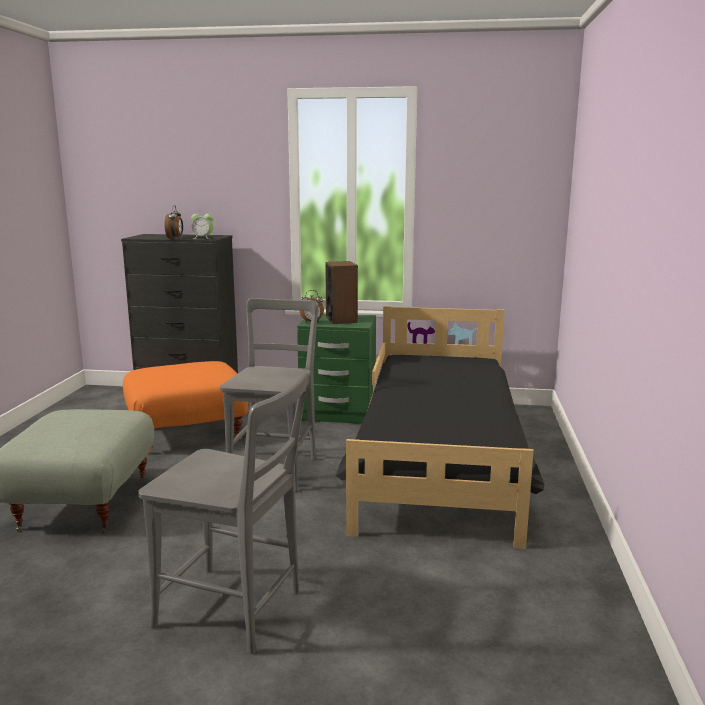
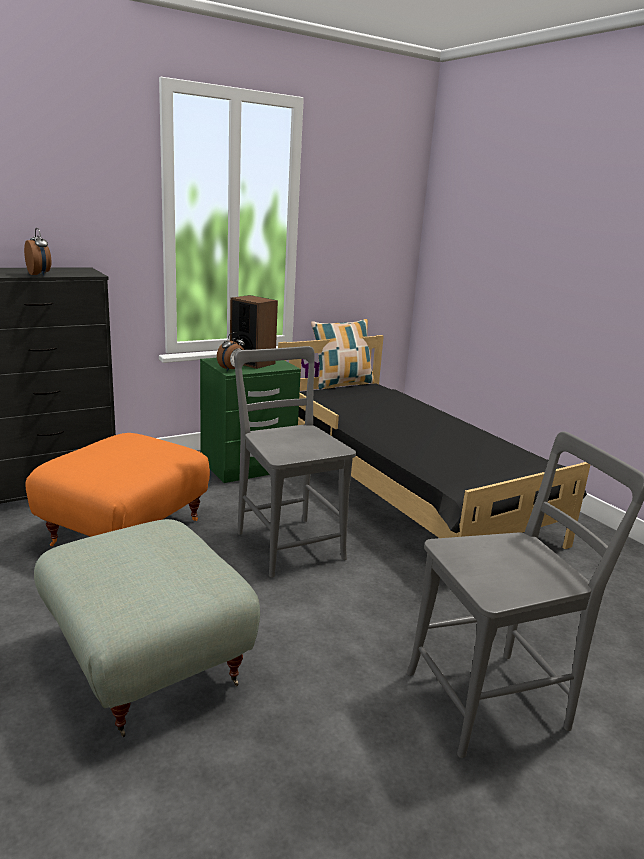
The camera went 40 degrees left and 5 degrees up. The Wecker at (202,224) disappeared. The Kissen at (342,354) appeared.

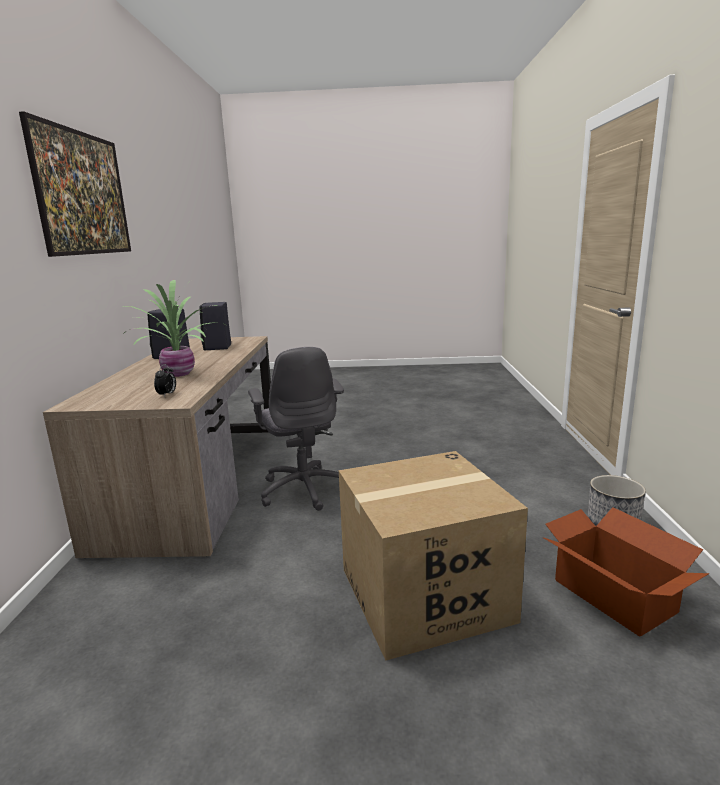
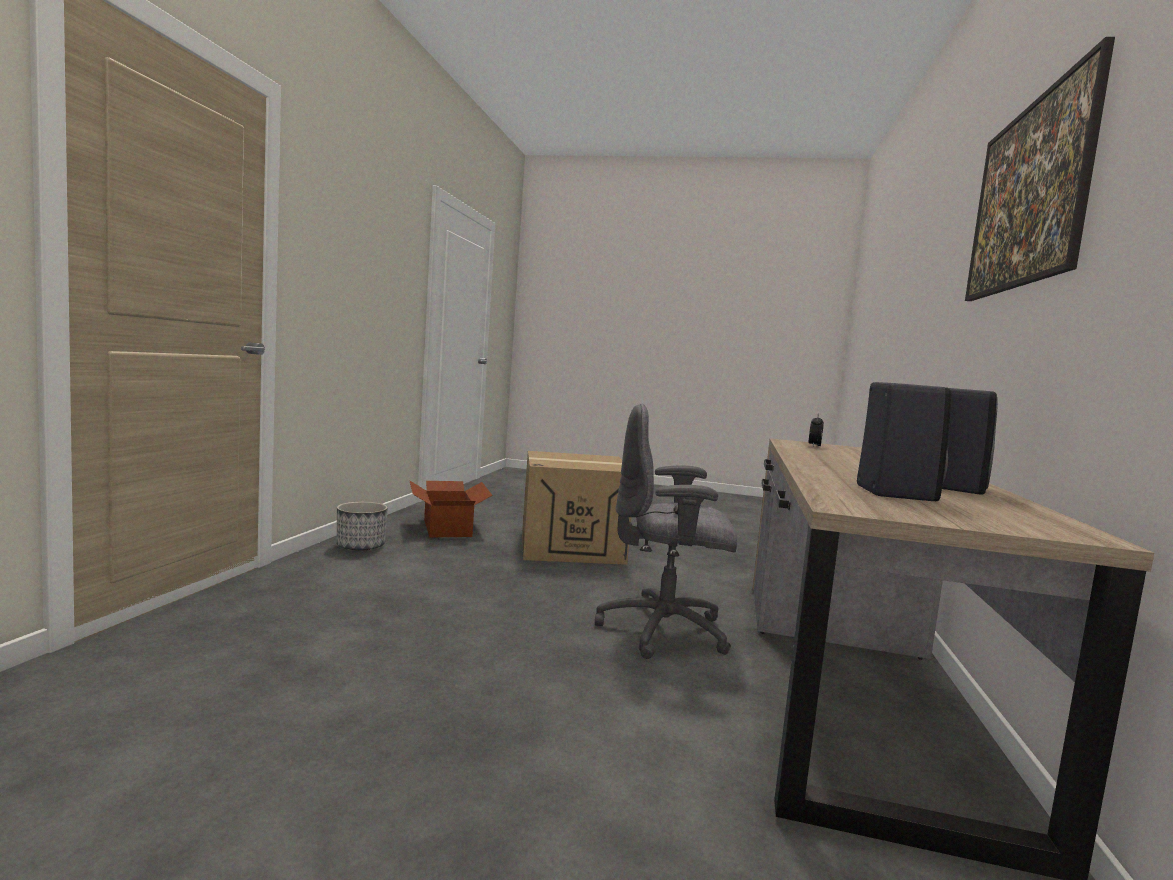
The camera went 170 degrees left and 10 degrees down. The Topfpflanze at (169,328) disappeared. The Bürostuhl/grau at (296,429) turned 75 degrees counterclockwise.

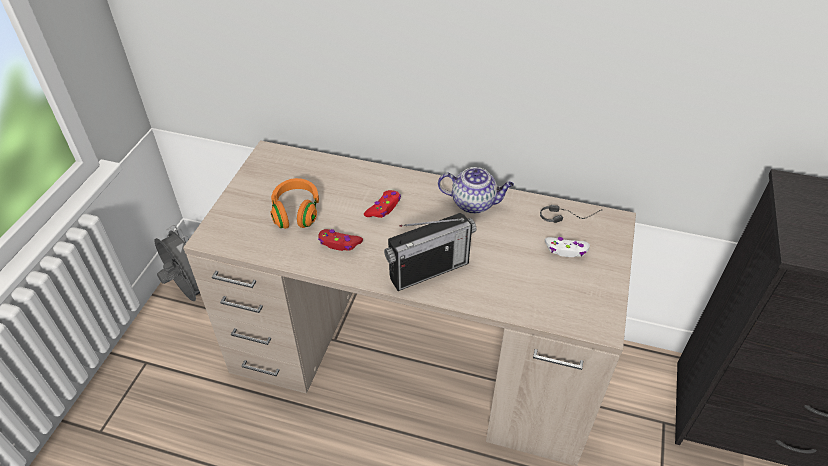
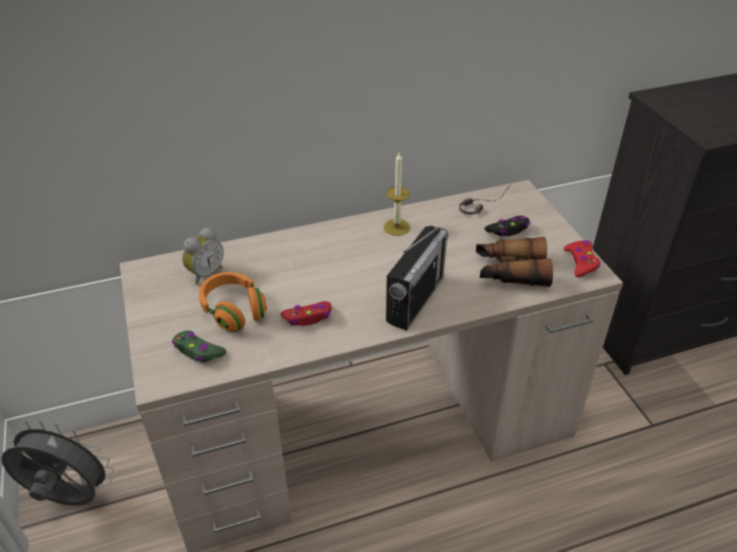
The camera went 35 degrees left and 5 degrees down. The Gamepad/grün at (199,346) appeared. The Wecker at (203,255) appeared. The Fernglas at (514,262) appeared. The Gamepad/rot moved from (382,204) to (582,258). The Teekanne at (476,190) was replaced by the Kerze at (397,194). The Gamepad/weiß at (567,247) became the Gamepad/schwarz at (507,226).

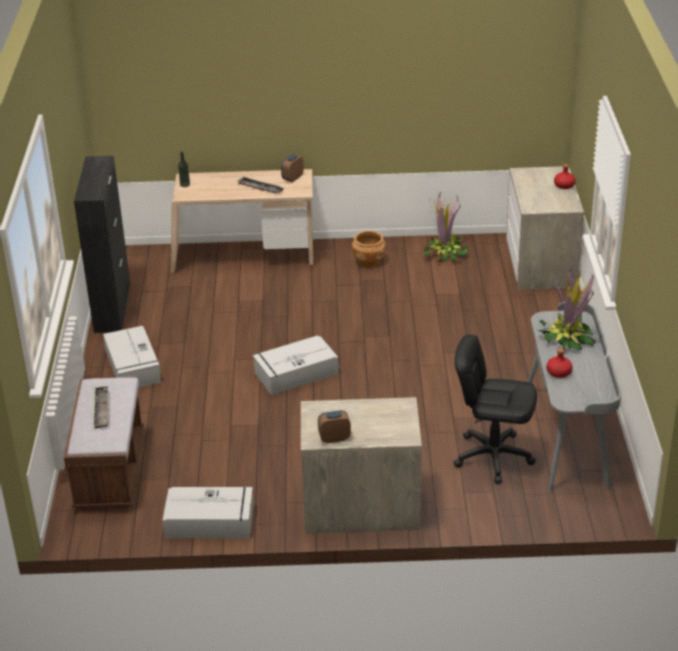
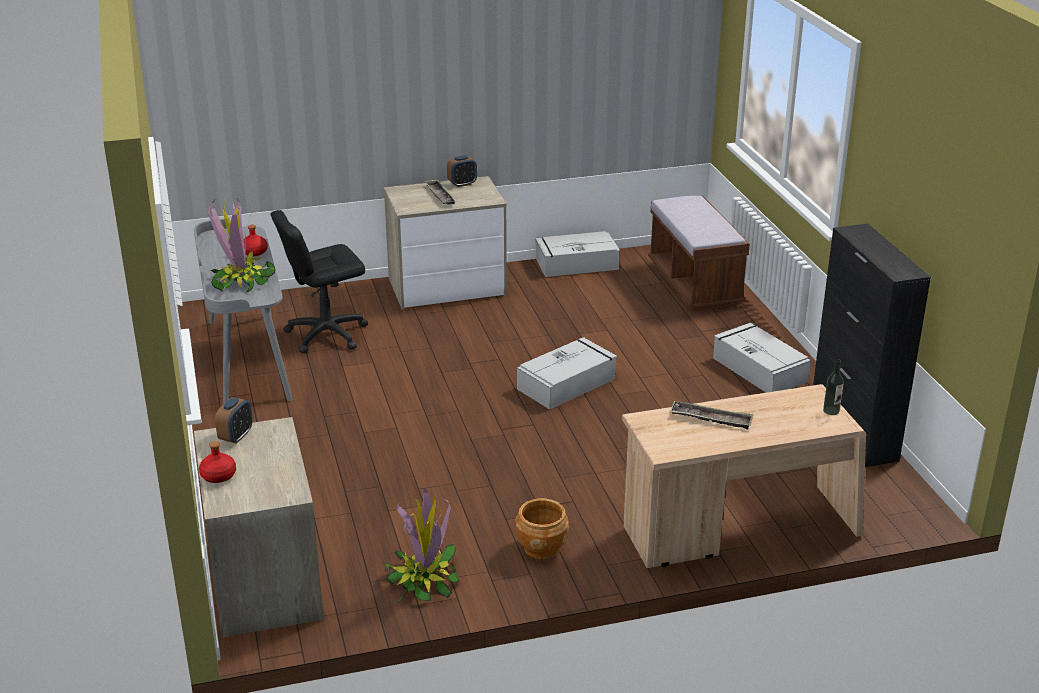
The camera went 165 degrees right and 5 degrees down. The Tablett moved from (100,407) to (440,191). The Wecker moved from (292,168) to (234,420). The Bürostuhl/schwarz at (495,409) turned 150 degrees clockwise.

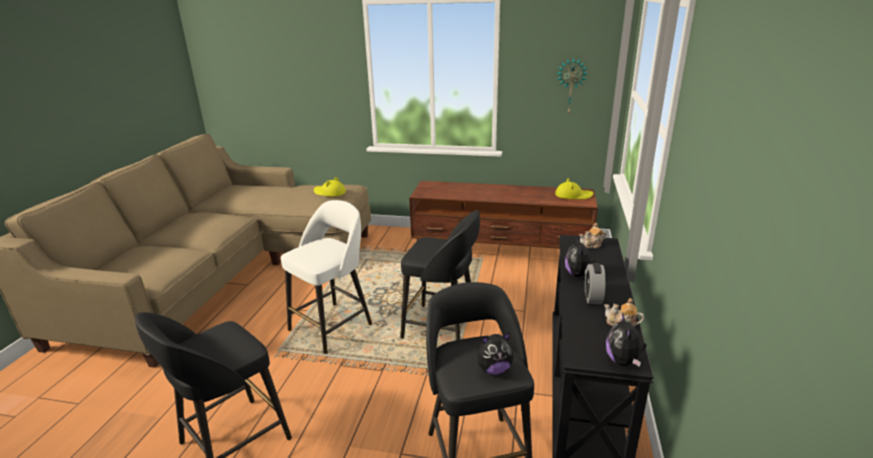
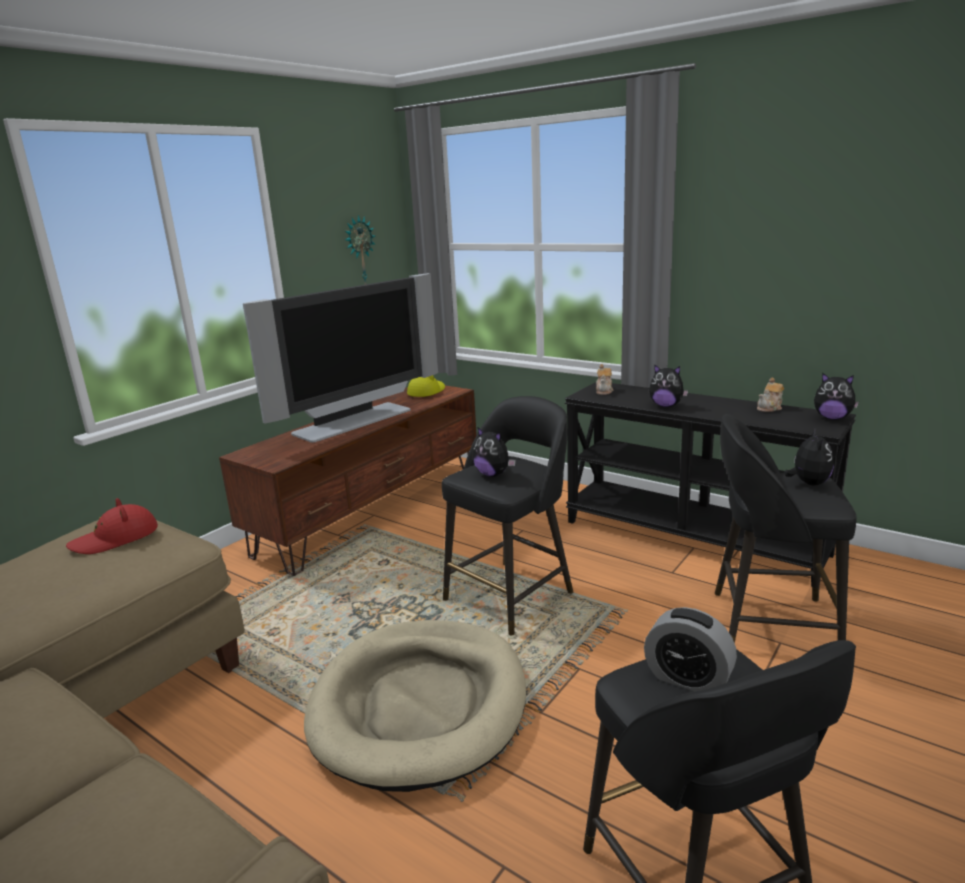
The camera went 65 degrees left and 5 degrees down. The Fernseher at (340,358) appeared. The Plüschtier at (494,452) appeared. The Wecker moved from (595,283) to (690,649). The Hocker/weiß at (326,277) was replaced by the Hundebett/beige at (415,706). The Hut/gelb at (330,187) became the Hut/rot at (112,526).

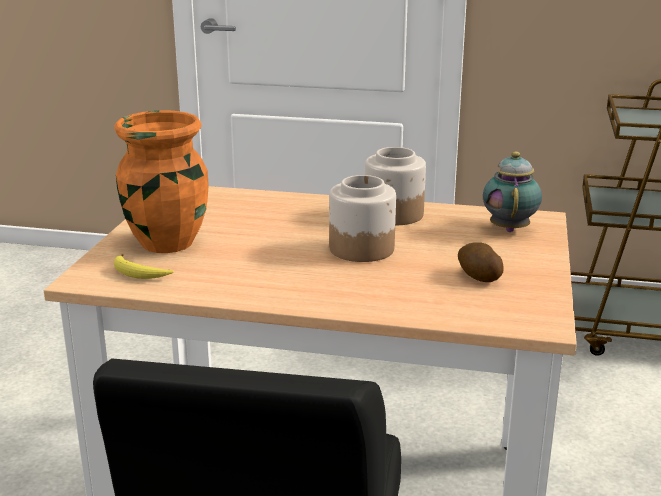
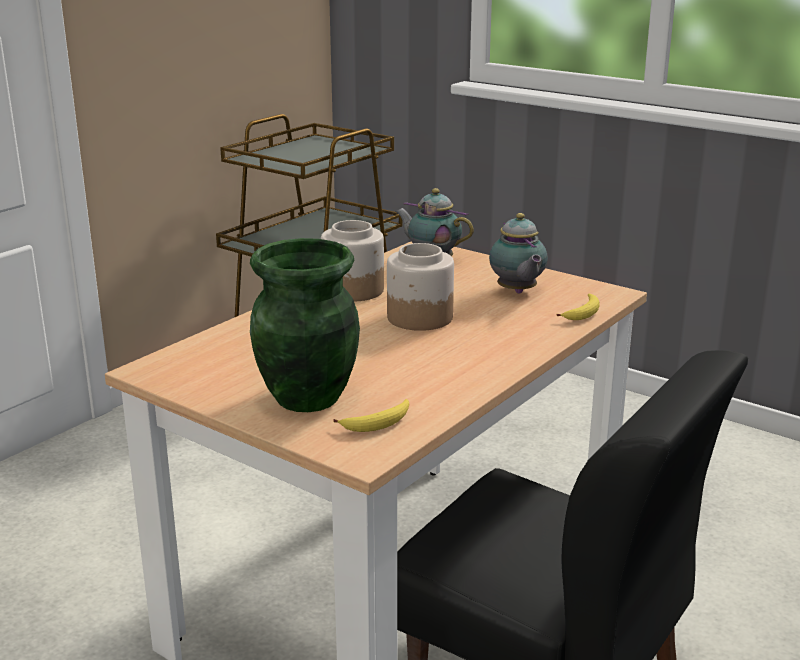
The camera went 65 degrees left and 0 degrees up. The Banane at (578,306) appeared. The Kartoffel at (481,262) was replaced by the Teekanne at (518,253). The Vase/orange at (162,181) became the Vase/grün at (305,325).

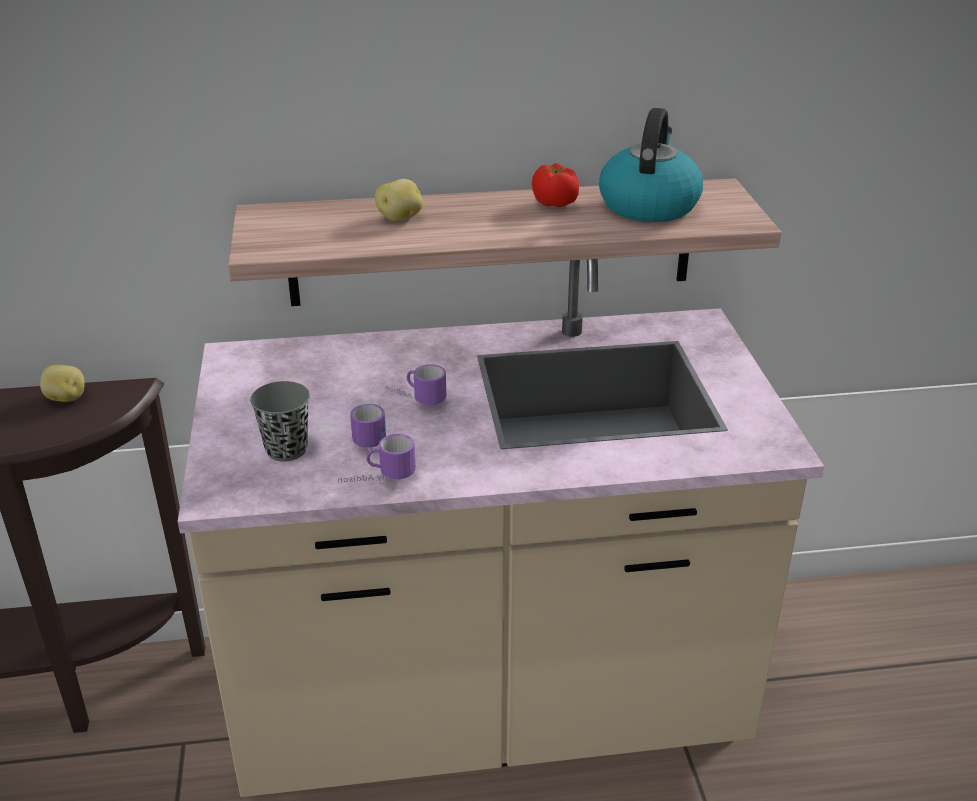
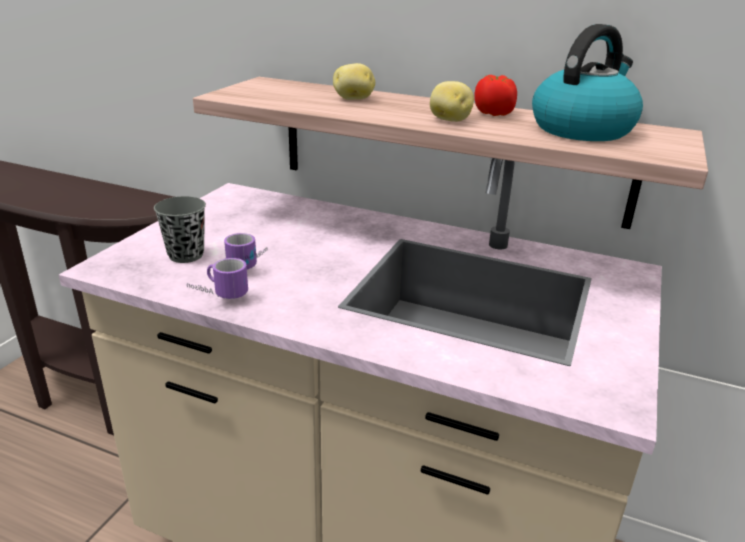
The camera went 30 degrees right and 5 degrees down. The Henkelbecher at (415,384) disappeared. The Kartoffel moved from (62,383) to (452,101).

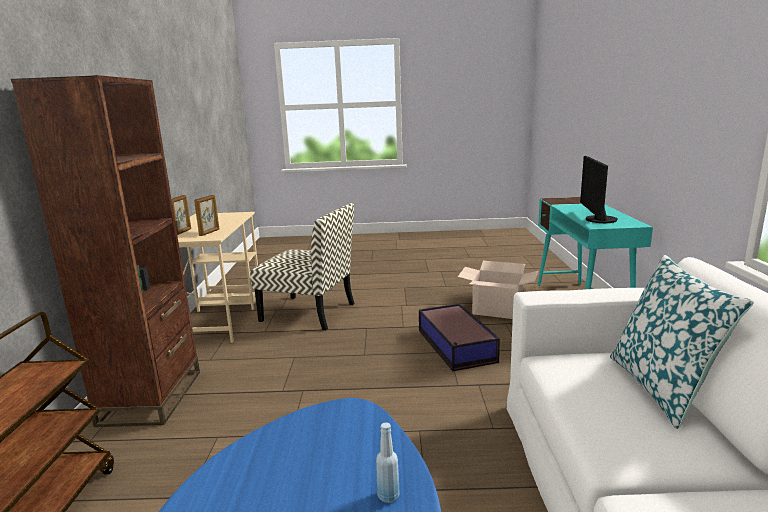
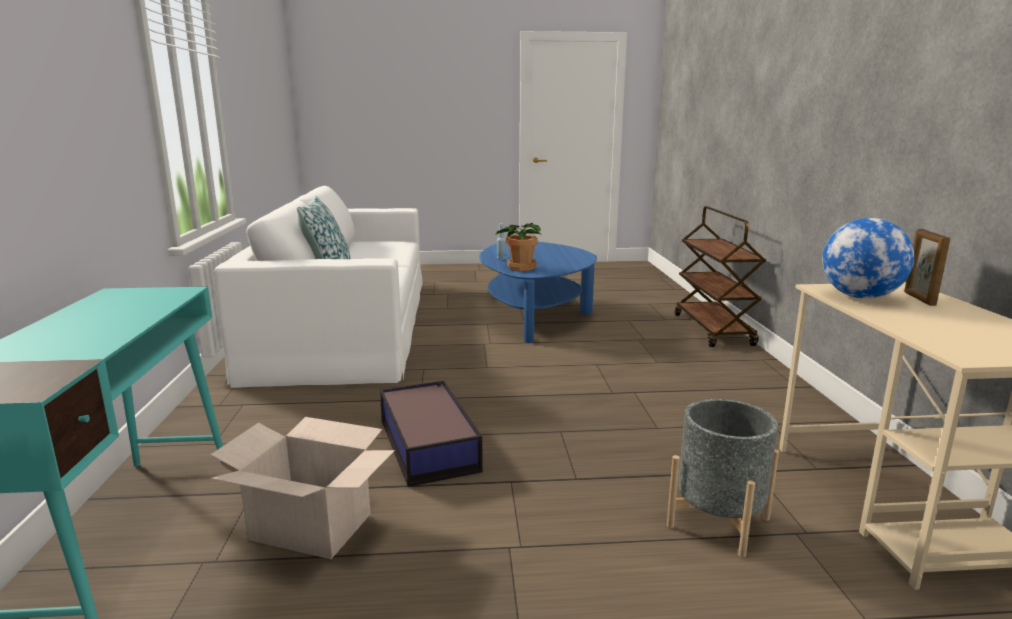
The camera went 175 degrees right and 0 degrees up. The Bücherregal/braun at (105,251) disappeared. The Monitor at (599,189) disappeared. The Topfpflanze at (518,247) appeared. The Bilderrahmen at (206,215) was replaced by the Globus at (868,258). The Stuhl at (302,266) was replaced by the Pflanzkübel/grau at (723,478).

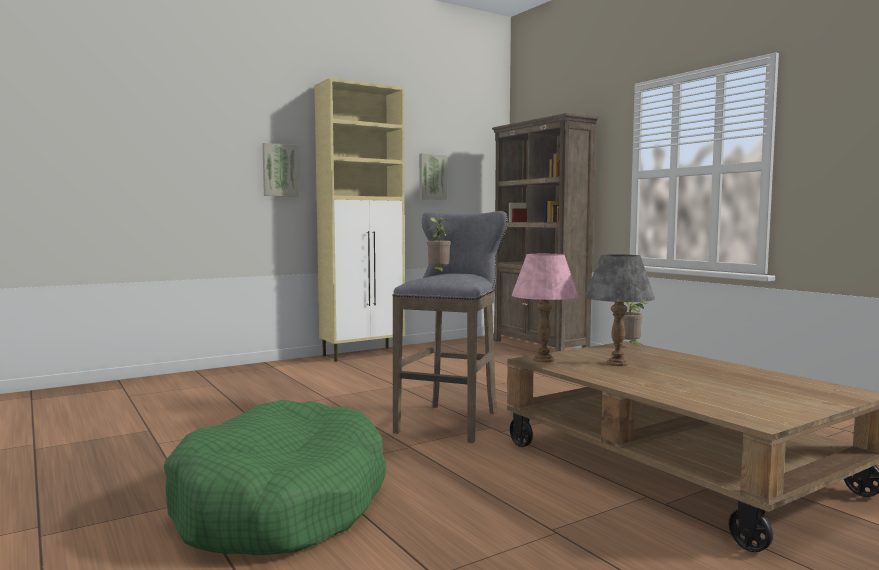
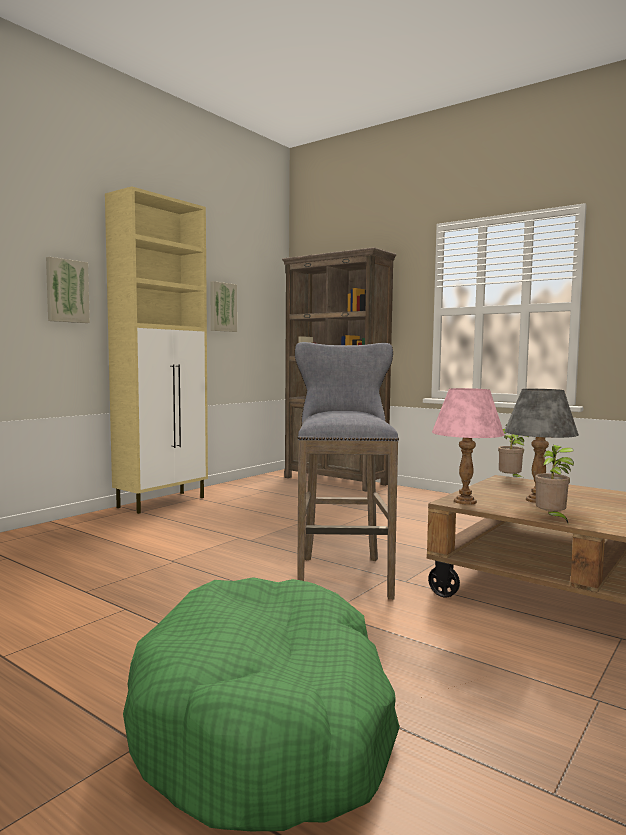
The camera went 20 degrees left and 0 degrees up. The Topfpflanze moved from (439,245) to (554,484).

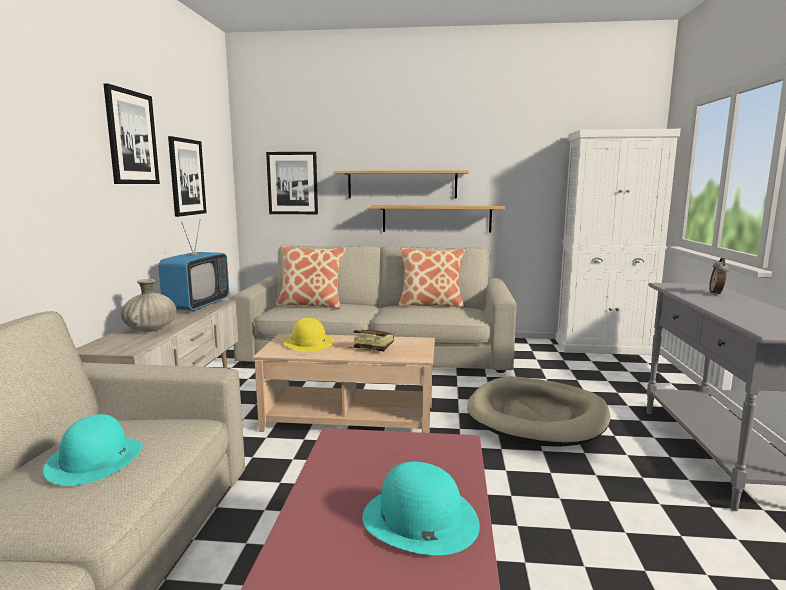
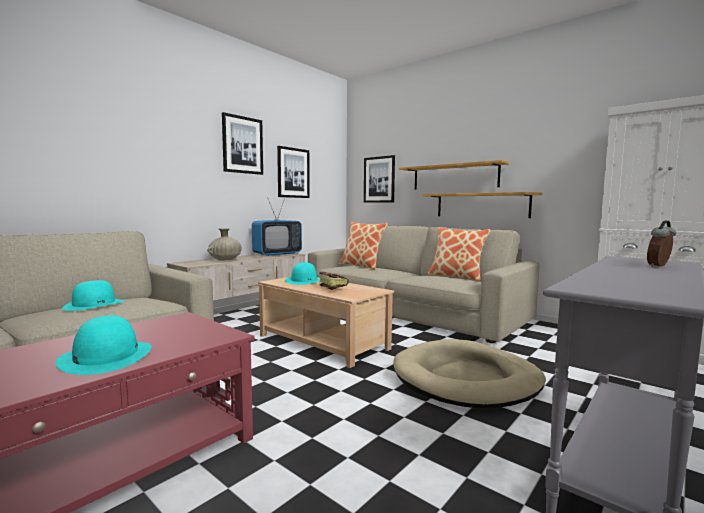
The camera went 35 degrees right and 5 degrees down. The Hut/gelb at (308,335) became the Hut/türkis at (302,274).

